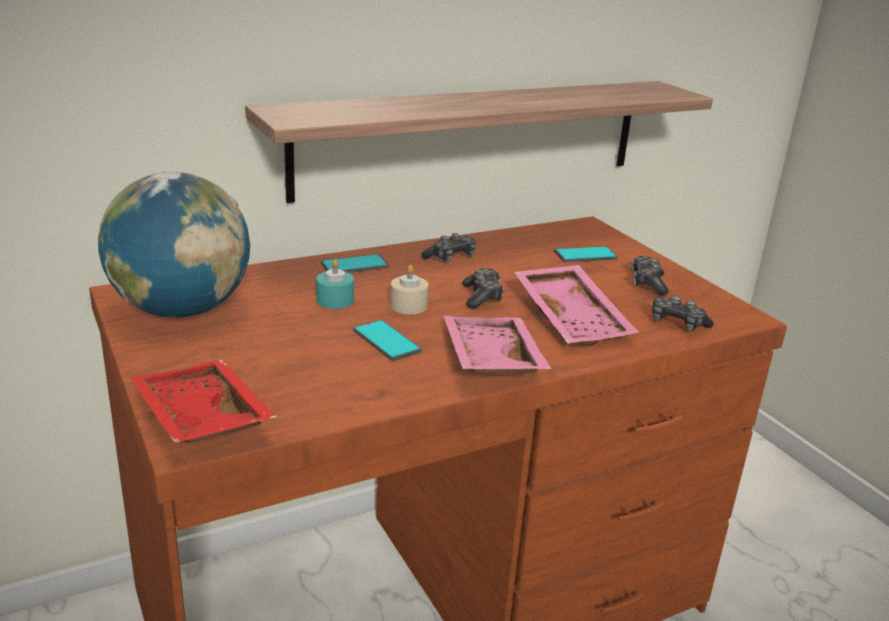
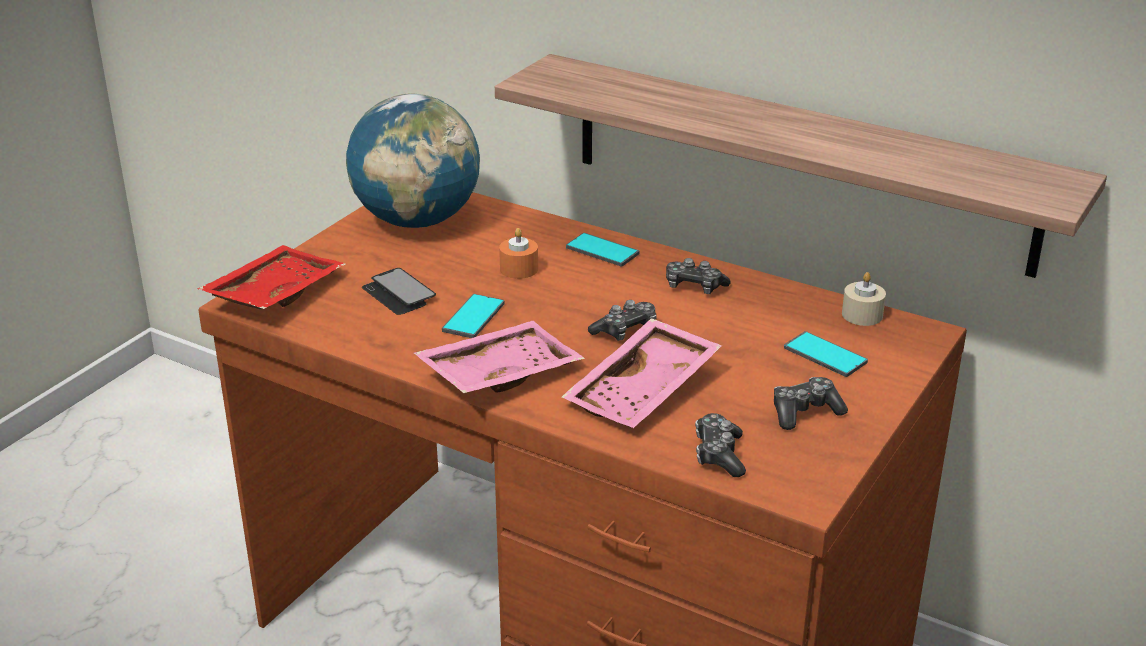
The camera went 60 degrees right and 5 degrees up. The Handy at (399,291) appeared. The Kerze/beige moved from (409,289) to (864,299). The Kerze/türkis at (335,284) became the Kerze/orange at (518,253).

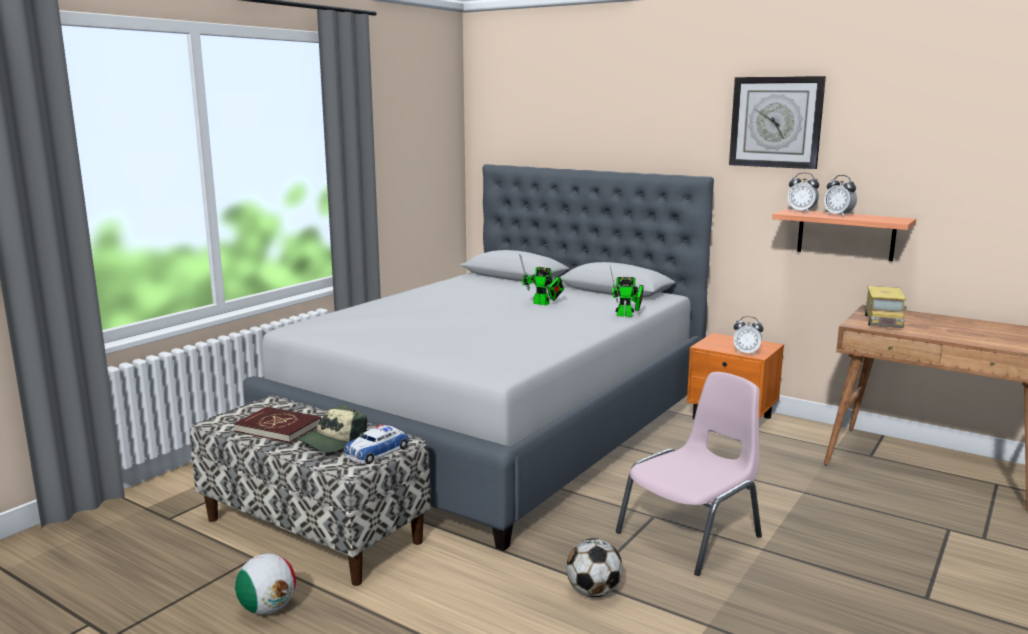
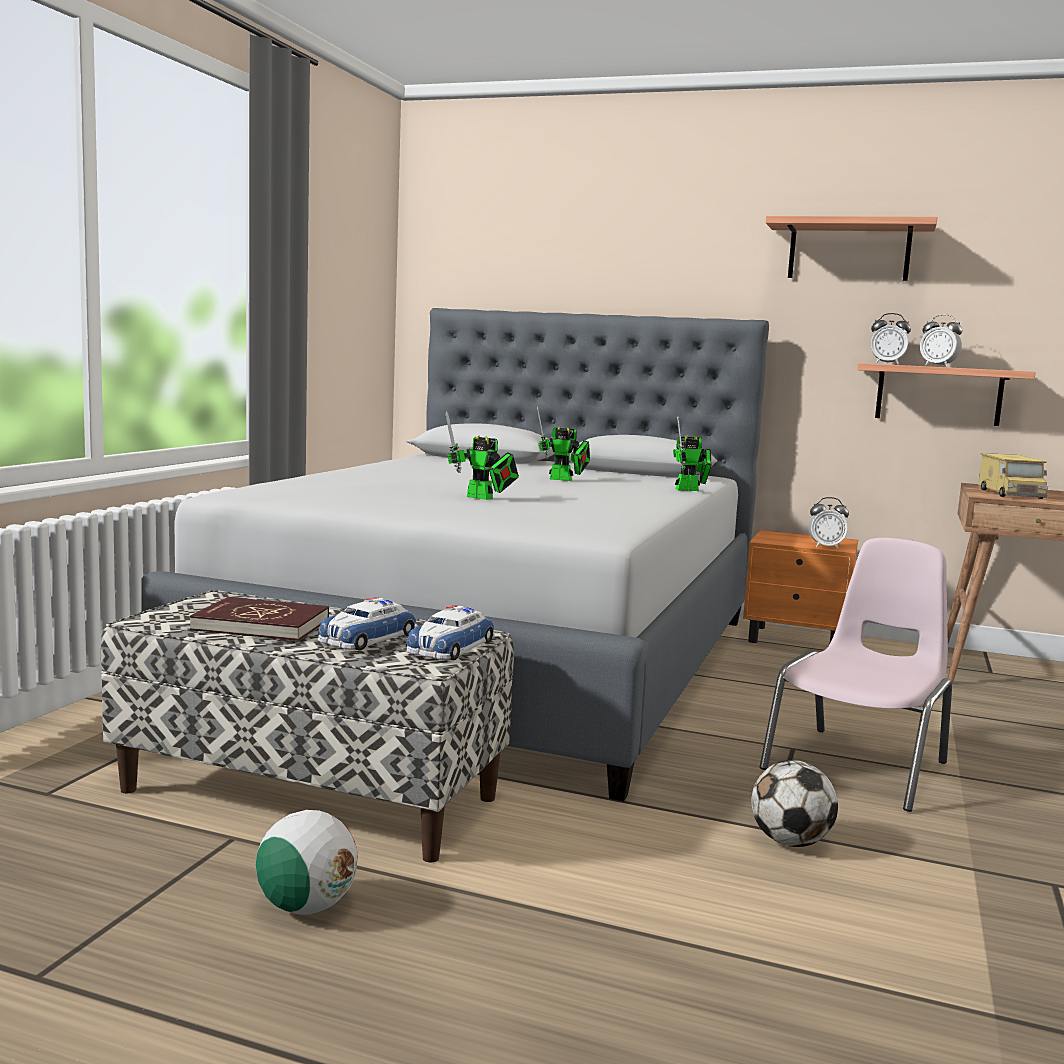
The camera went 15 degrees left and 5 degrees down. The Spielzeugroboter at (482,455) appeared. The Kappe at (331,428) was replaced by the Spielzeugauto at (367,624). The Wanduhr at (777,122) was replaced by the Wandregal at (851,248).

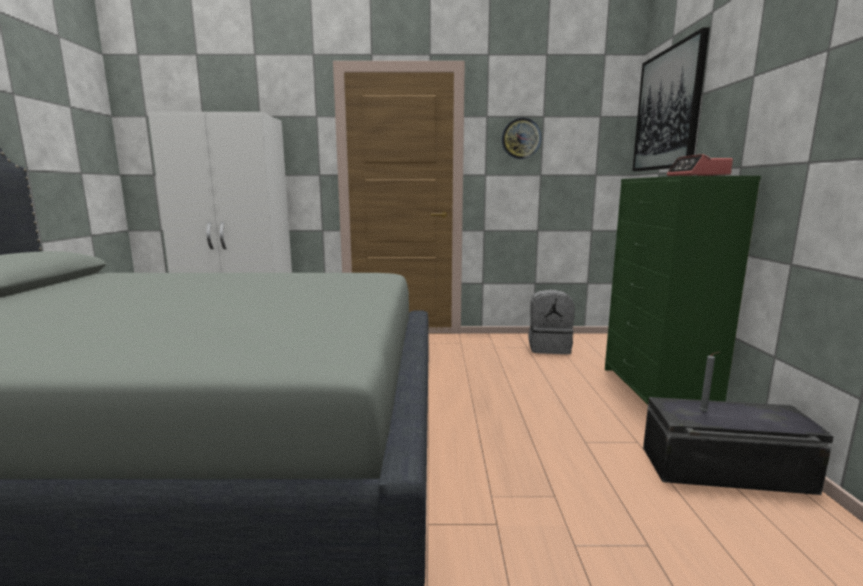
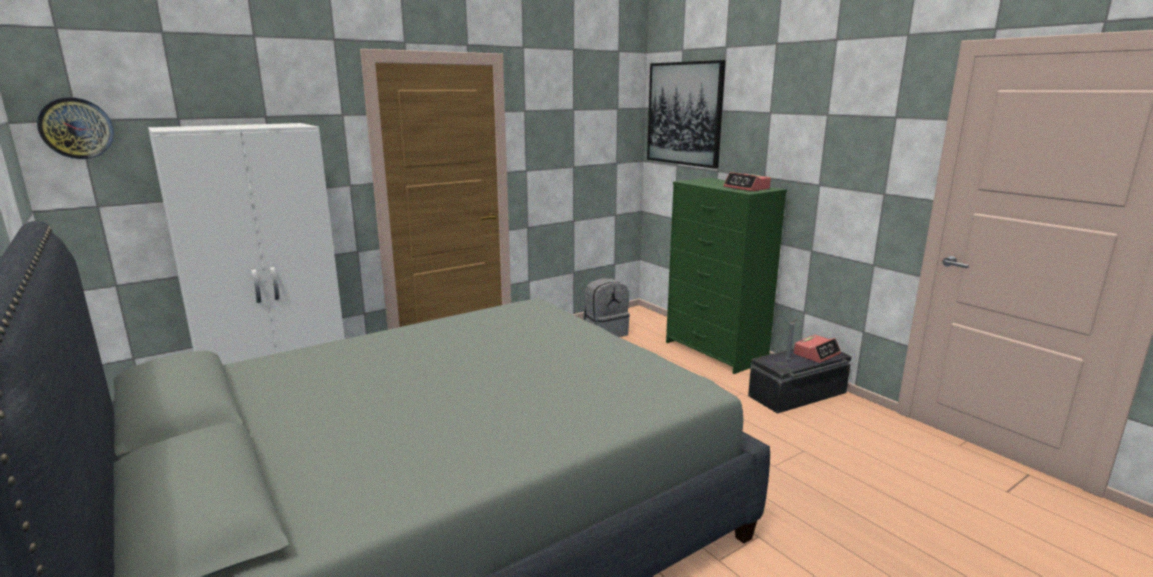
The camera went 35 degrees left and 5 degrees up. The Wecker at (817,349) appeared. The Wanduhr moved from (521,138) to (75,128).

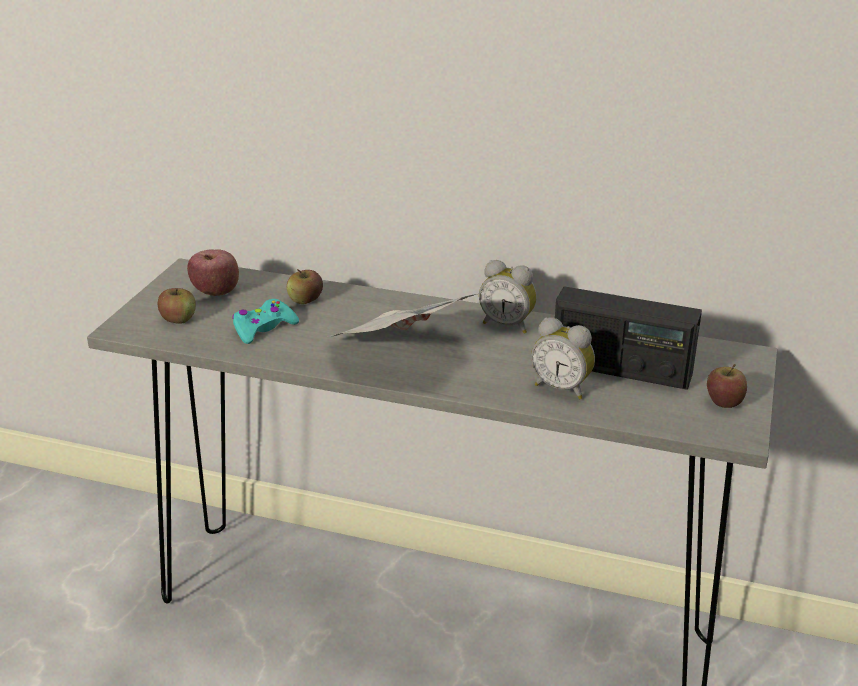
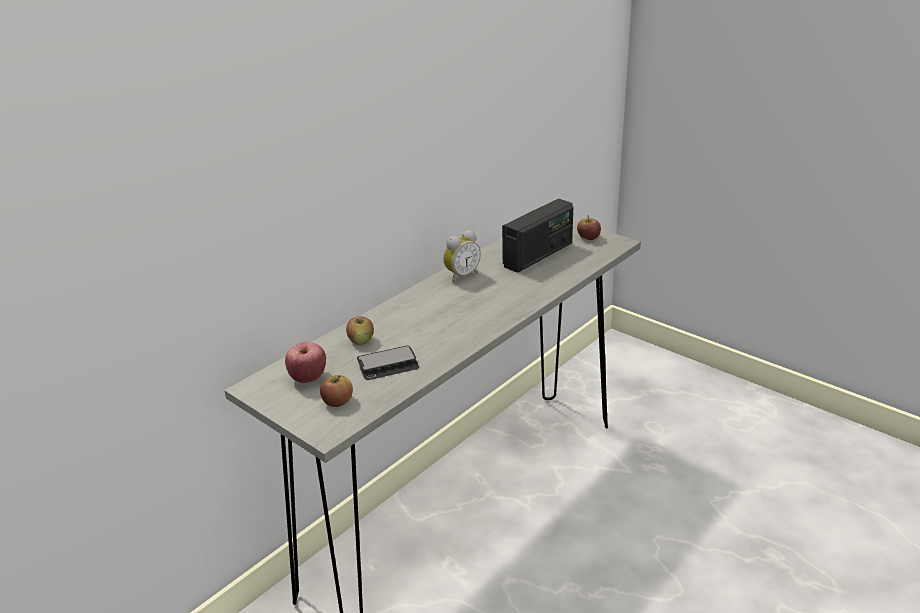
The camera went 65 degrees left and 0 degrees up. The Zeitung at (401,315) disappeared. The Wecker at (563,358) disappeared. The Gamepad/türkis at (265,321) was replaced by the Handy at (388,363).

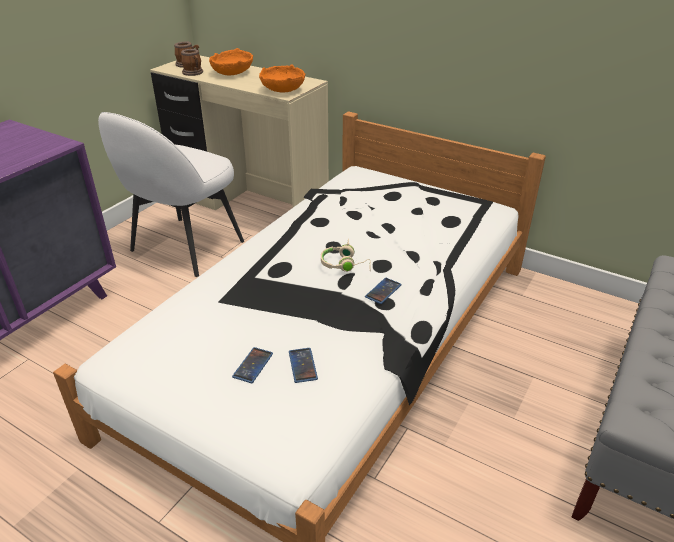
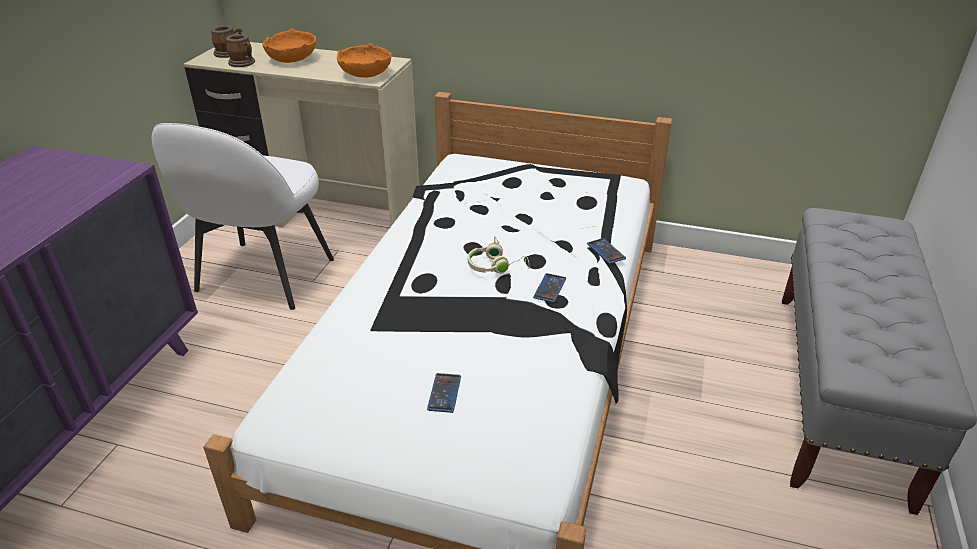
The camera went 15 degrees left and 0 degrees up. The Handy moved from (303,365) to (606,251).

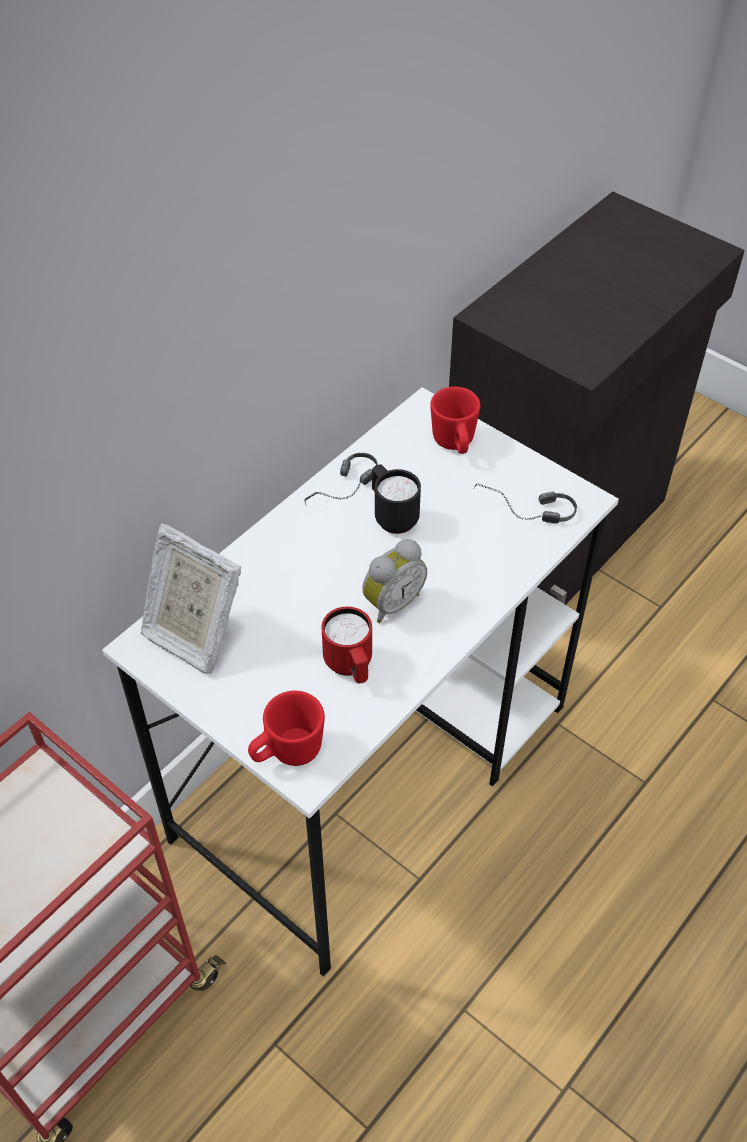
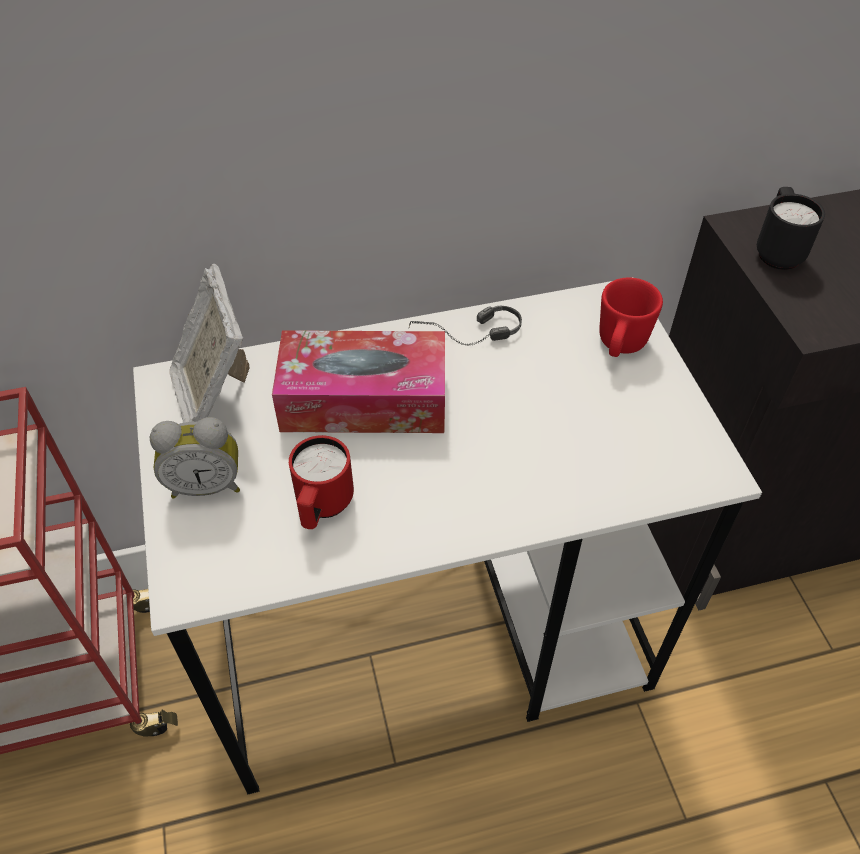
The camera went 35 degrees right and 0 degrees up. The Henkelbecher/rot at (286,728) disappeared. The Kopfhörer at (525,503) disappeared. The Taschentuchbox at (358,381) appeared. The Wecker moved from (394,581) to (195,458). The Henkelbecher/schwarz moved from (396,499) to (791,228).

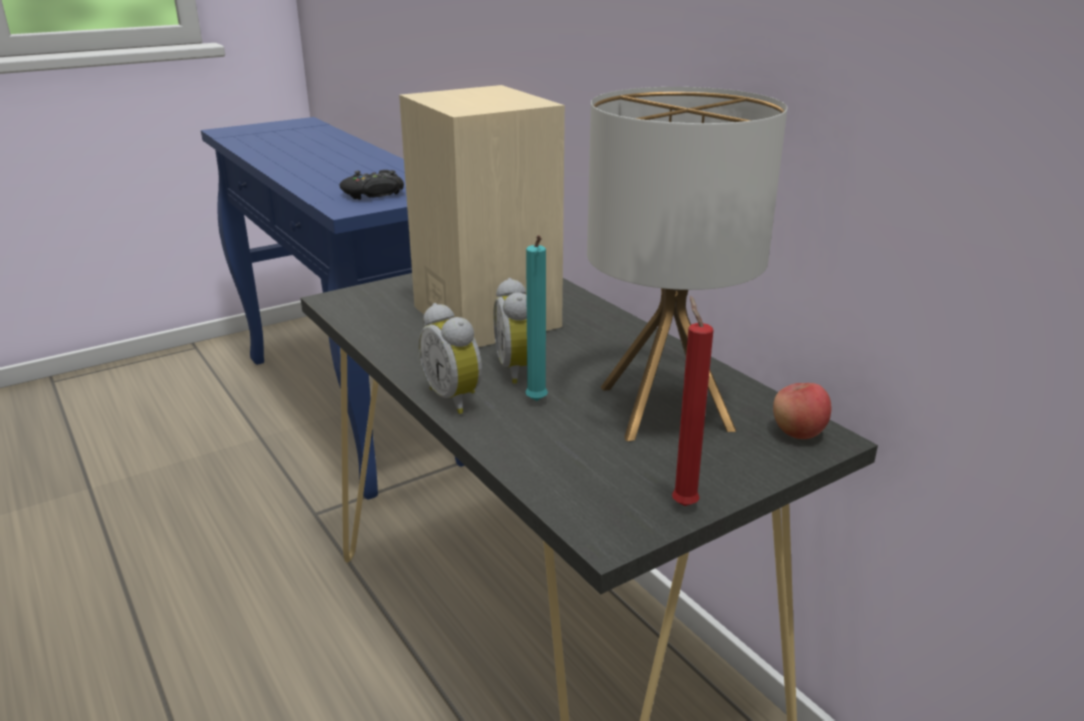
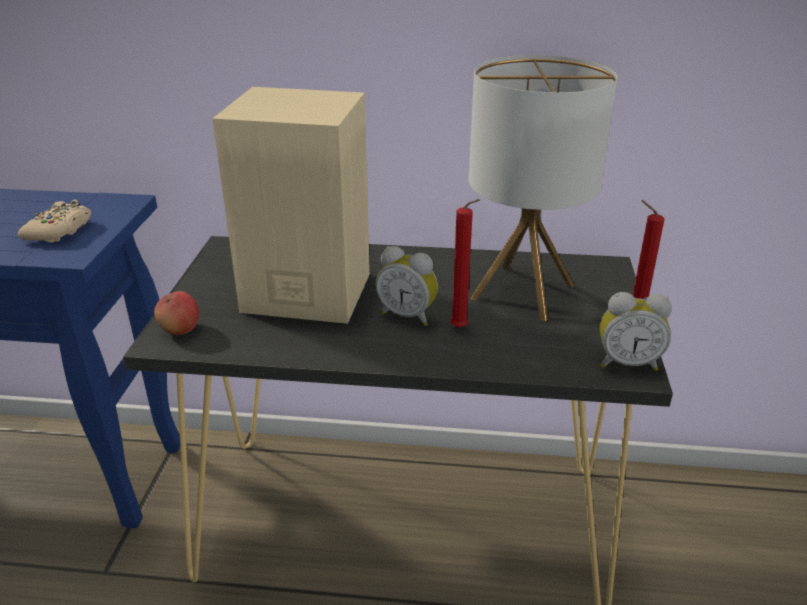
The camera went 50 degrees left and 5 degrees up. The Wecker moved from (450,358) to (636,331). The Apfel moved from (802,411) to (176,313). The Gamepad/schwarz at (372,185) became the Gamepad/beige at (54,221). The Kerze/türkis at (536,318) became the Kerze/rot at (465,263).

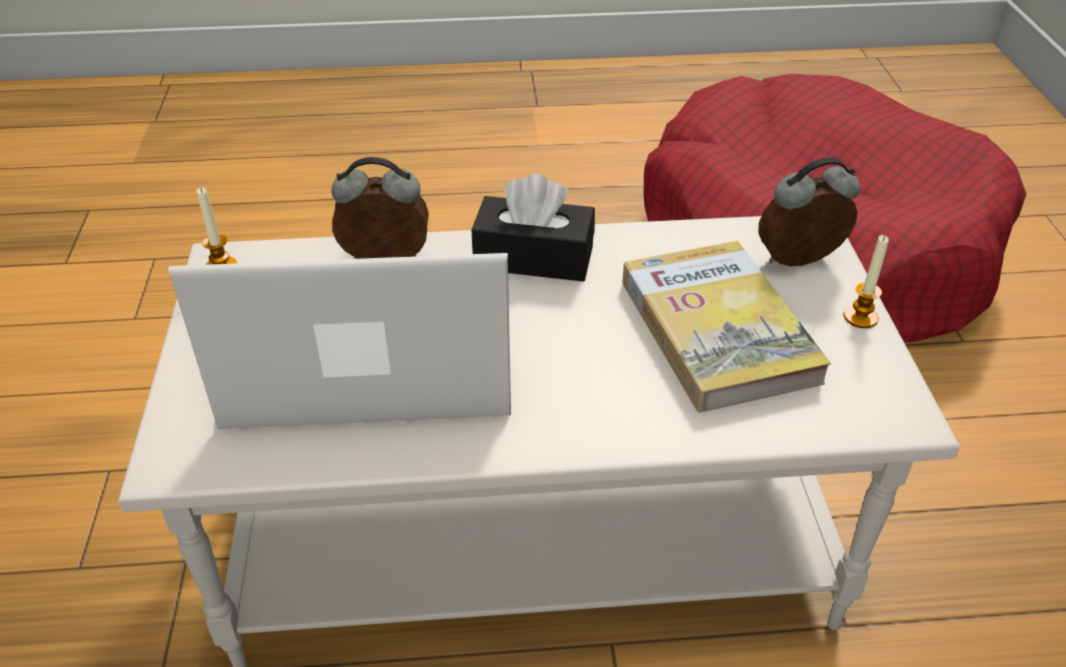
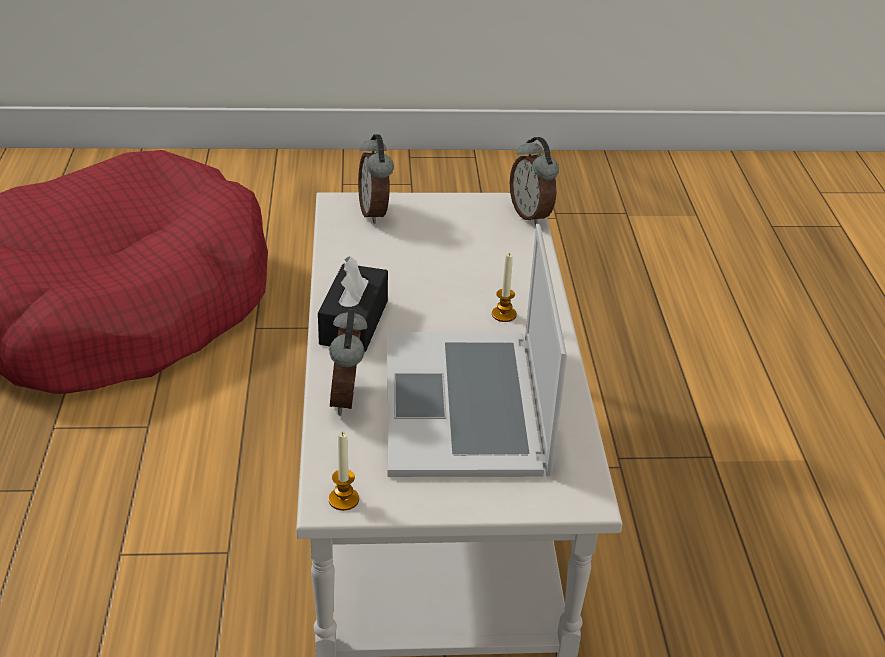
The camera went 90 degrees left and 5 degrees down. The Buch at (726,327) disappeared. The Wecker at (534,181) appeared. The Kerze moved from (866,281) to (504,287).

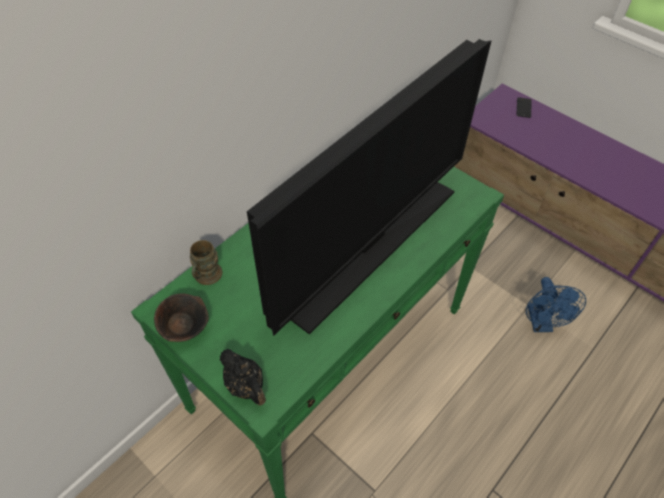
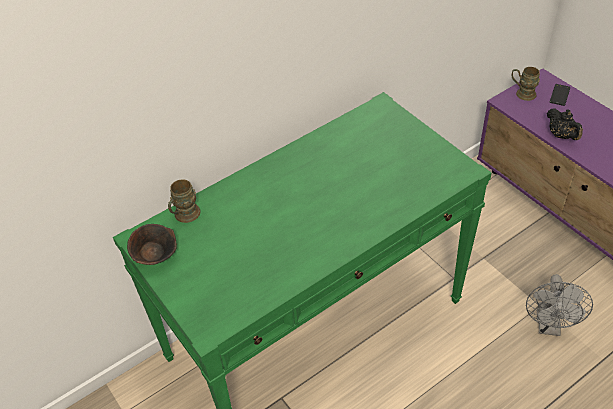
The camera went 15 degrees right and 5 degrees down. The Fernseher at (369,187) disappeared. The Henkelbecher/braun at (526,84) appeared. The Teekanne/schwarz moved from (243,377) to (565,124). The Ventilator/blau at (556,304) became the Ventilator/grau at (559,305).

